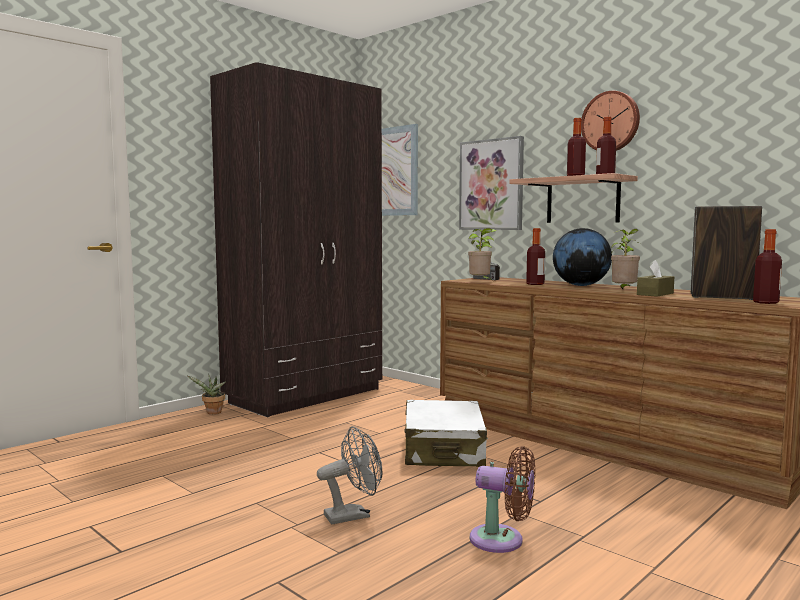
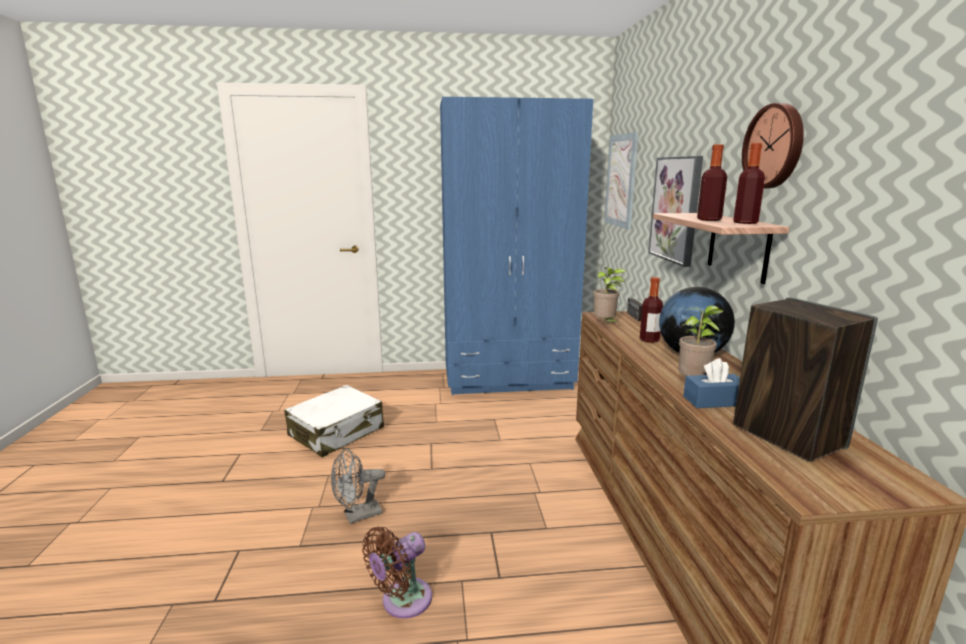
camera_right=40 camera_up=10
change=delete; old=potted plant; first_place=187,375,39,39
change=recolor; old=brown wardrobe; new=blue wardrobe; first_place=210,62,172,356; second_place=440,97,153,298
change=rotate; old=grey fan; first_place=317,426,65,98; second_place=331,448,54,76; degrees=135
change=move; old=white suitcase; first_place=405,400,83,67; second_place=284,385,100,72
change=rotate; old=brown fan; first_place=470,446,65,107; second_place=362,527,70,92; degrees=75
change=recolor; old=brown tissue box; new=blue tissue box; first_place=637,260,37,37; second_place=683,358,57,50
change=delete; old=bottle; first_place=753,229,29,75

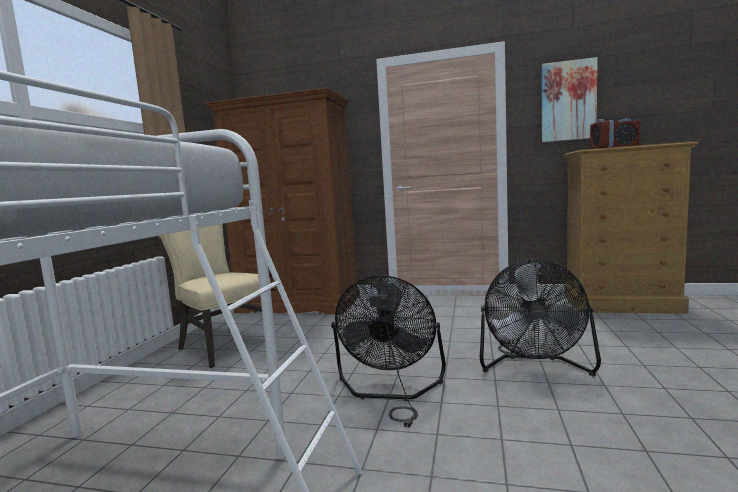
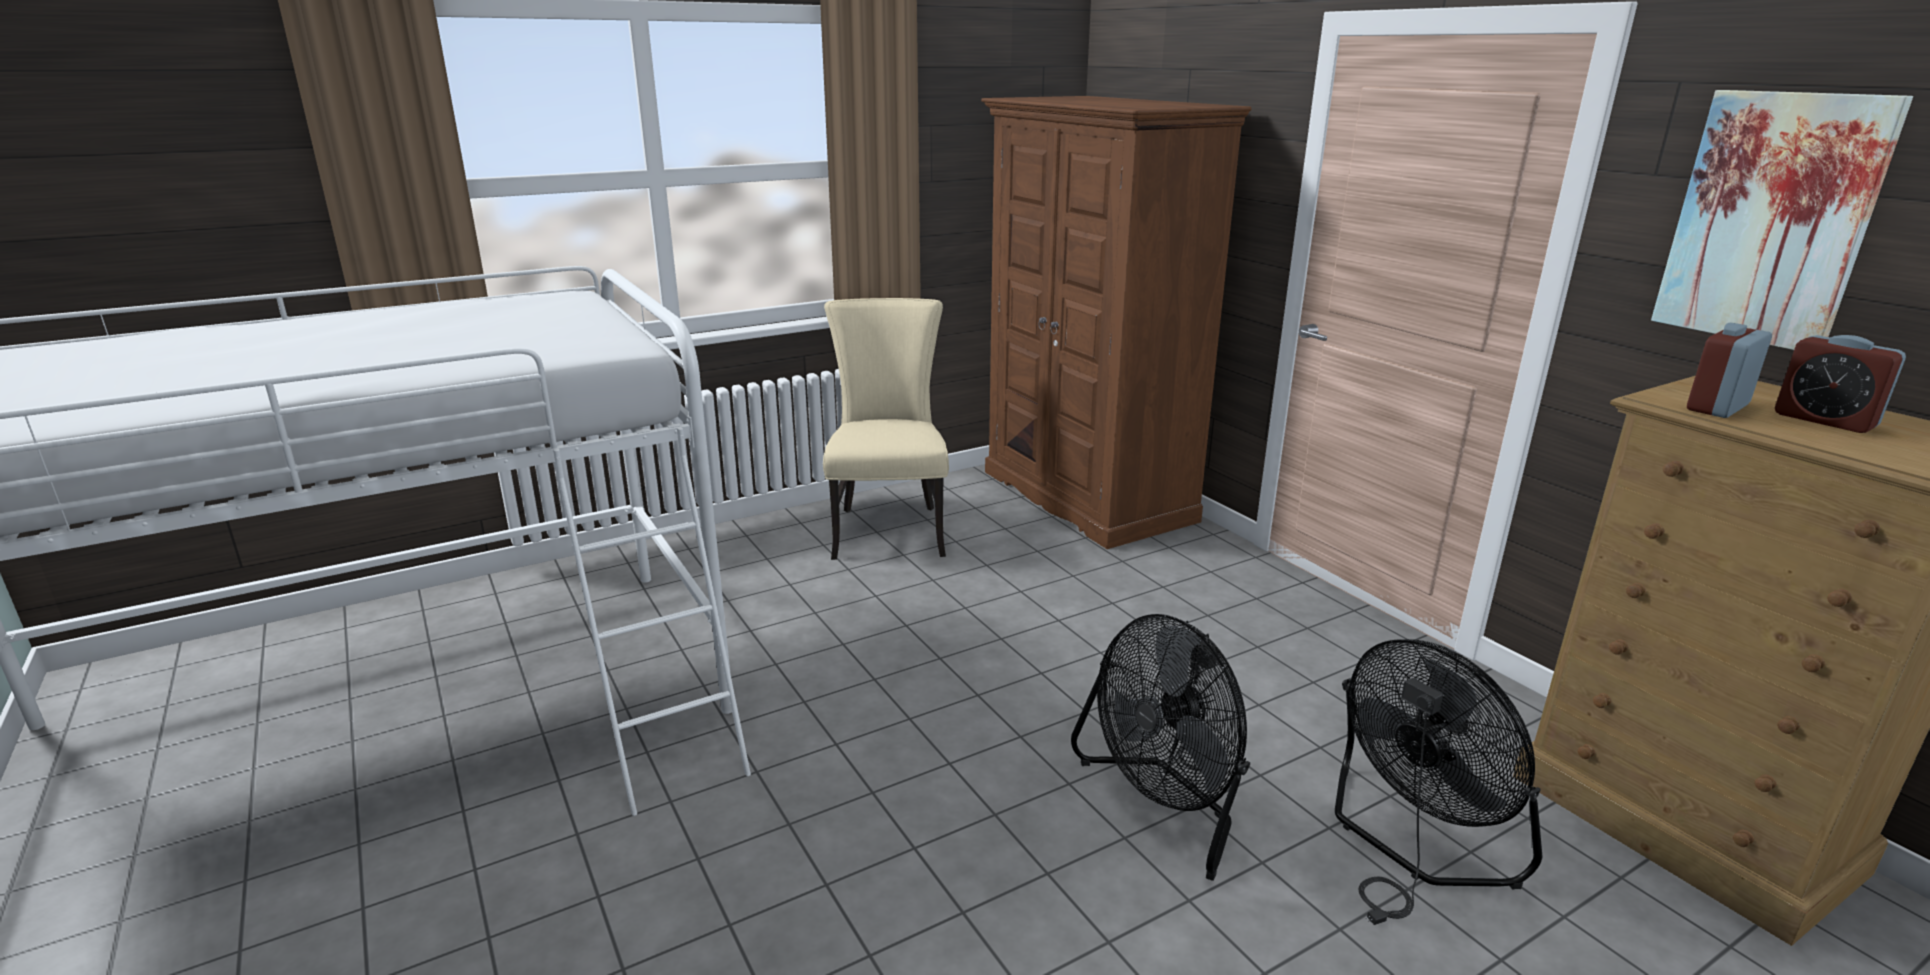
camera_right=45 camera_up=15
change=move; old=black fan; first_place=331,275,115,153; second_place=1335,639,207,286

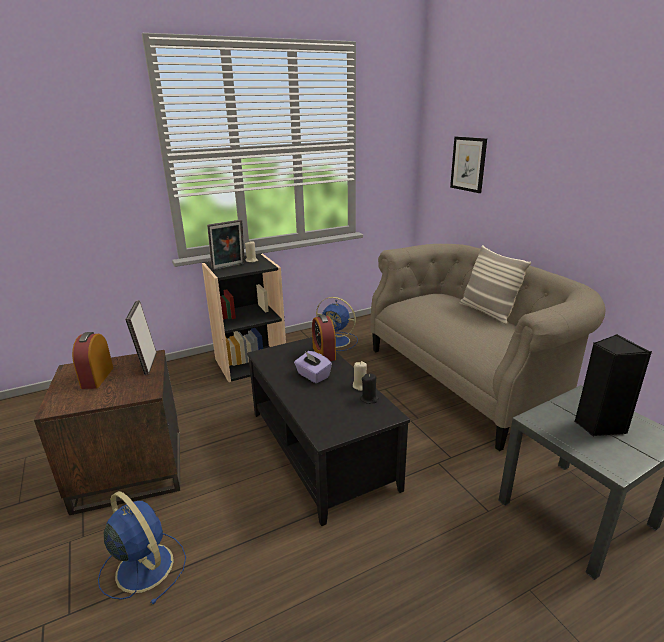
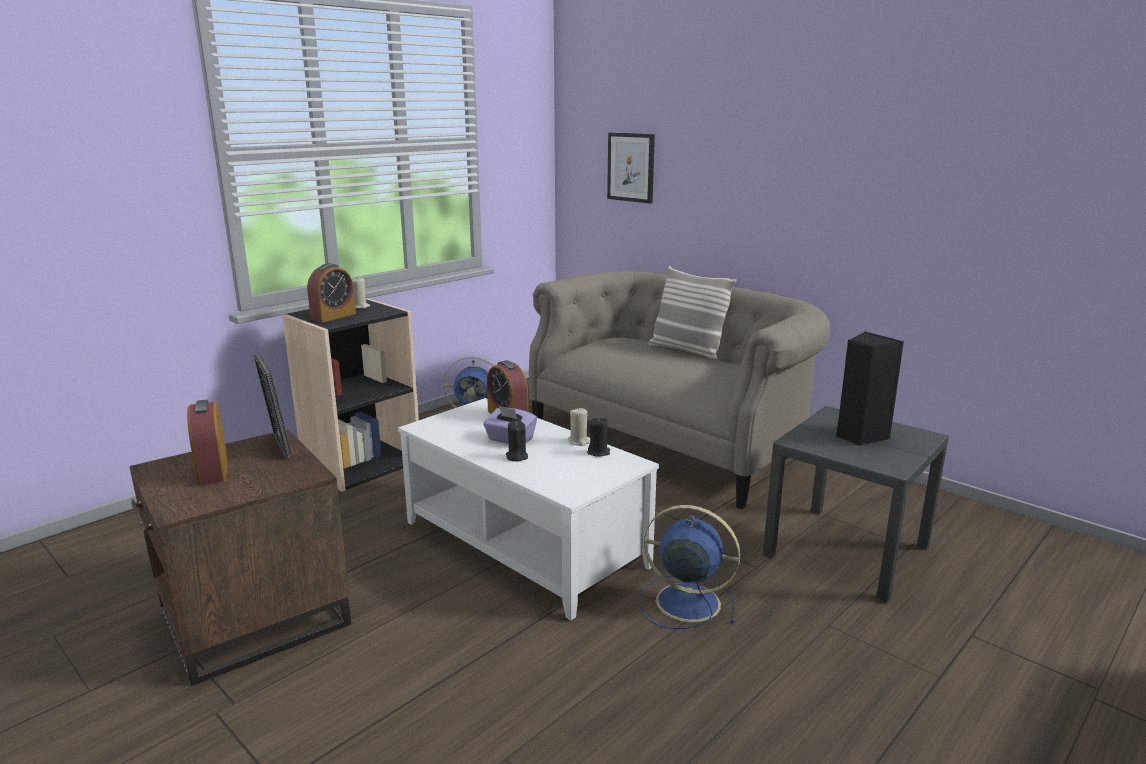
camera_right=-20 camera_up=-5
change=move; old=blue fan; first_place=98,491,88,114; second_place=639,505,102,124
change=replace; old=picture frame; new=alarm clock; first_place=207,220,38,51; second_place=307,263,49,60
change=recolor; old=black coffee table; new=white coffee table; first_place=247,337,163,189; second_place=398,398,261,222
change=insert; new=black candle; second_place=506,421,22,40

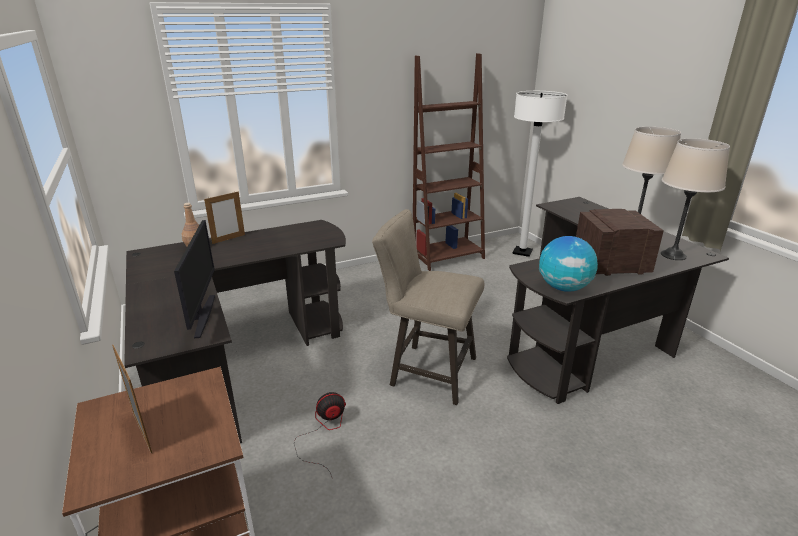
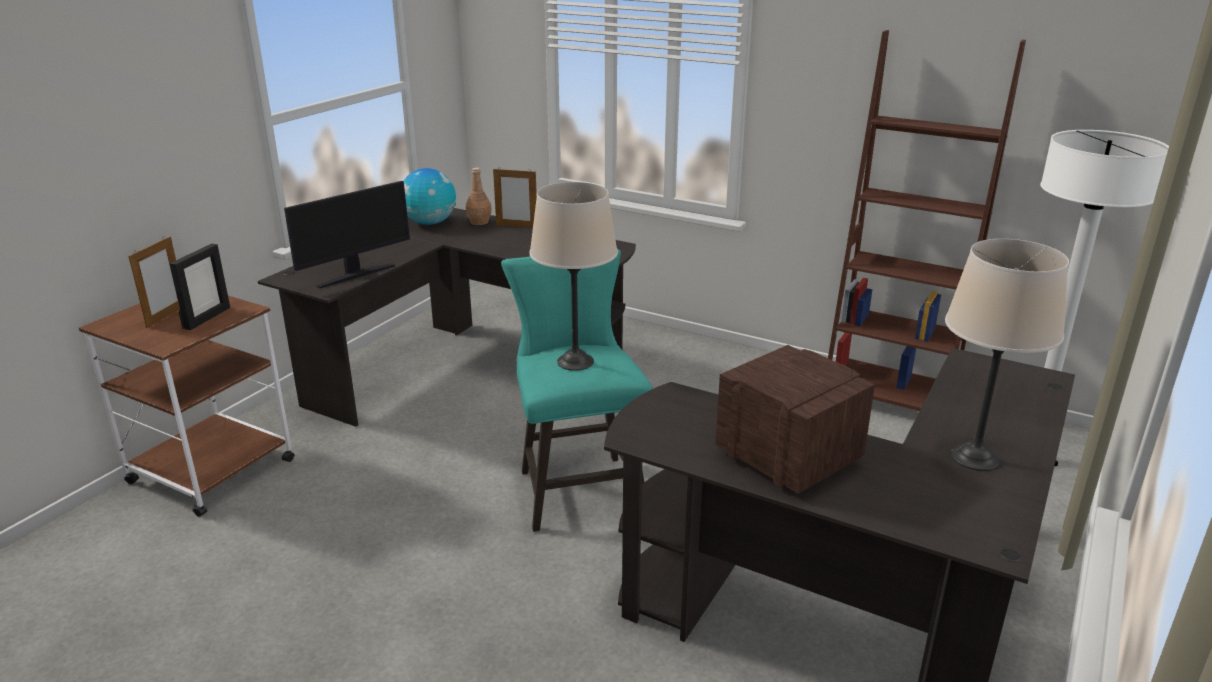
camera_right=55 camera_up=0
change=delete; old=fan; first_place=294,392,52,85
change=recolor; old=beige stool; new=turquoise stool; first_place=372,209,112,196; second_place=501,249,152,283
change=move; old=globe; first_place=539,236,59,56; second_place=404,168,52,57
change=move; old=beige table lamp; first_place=661,139,69,121; second_place=529,182,89,189
change=insert; new=picture frame; second_place=170,244,60,86

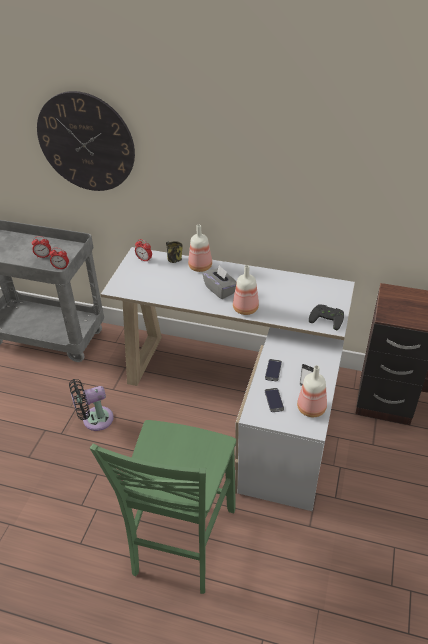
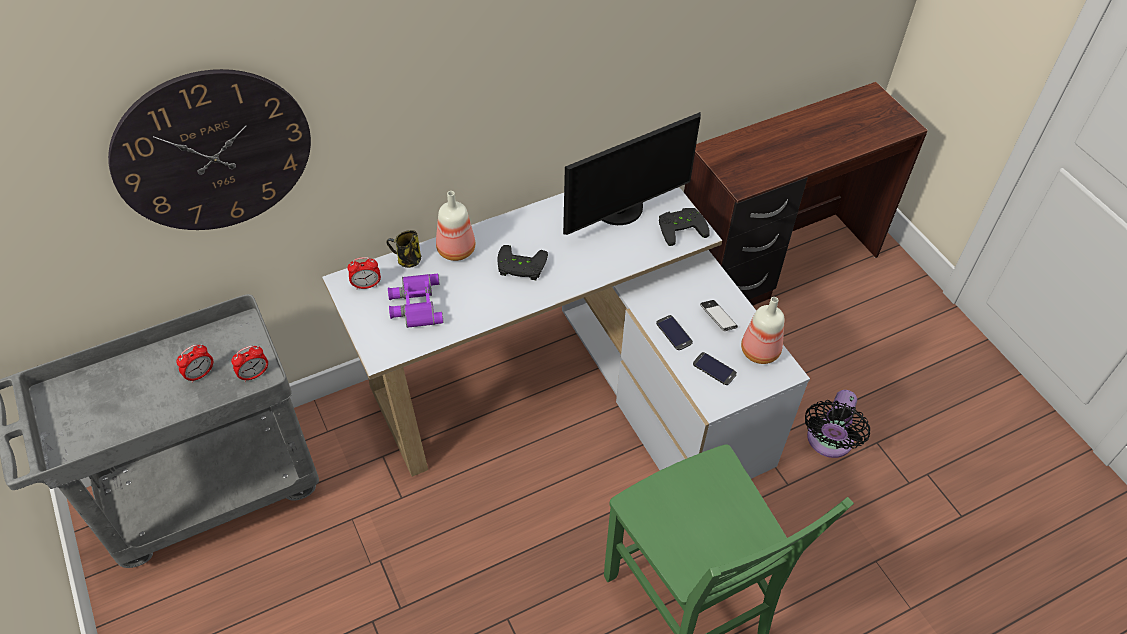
camera_right=-45 camera_up=10
change=move; old=black fan; first_place=69,379,45,52; second_place=805,390,65,68
change=replace; old=grey tissue box; new=black game controller; first_place=202,265,35,34; second_place=497,245,51,35
change=delete; old=bottle; first_place=233,265,26,50
change=insert; new=purple binoculars; second_place=388,274,56,54
change=insert; new=monitor; second_place=563,112,138,123

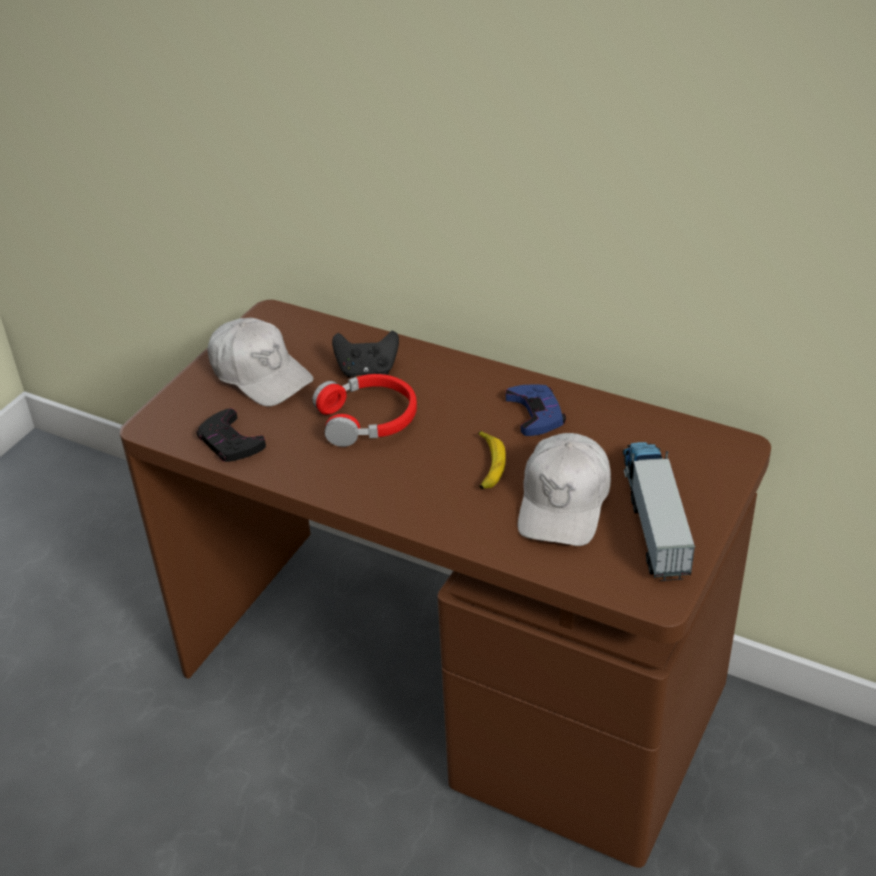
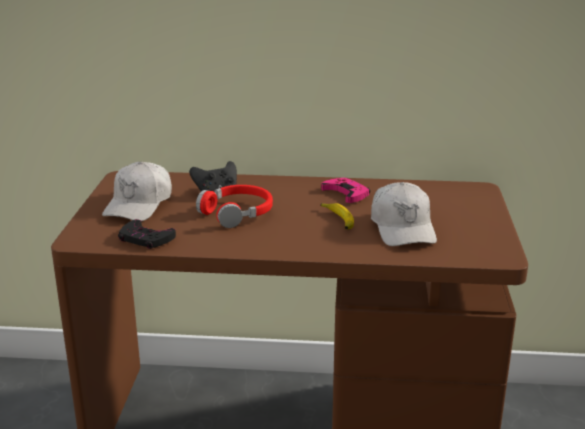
camera_right=-25 camera_up=-15
change=rotate; old=white cap; first_place=207,318,107,88; second_place=102,161,70,60; degrees=90
change=recolor; old=blue game controller; new=pink game controller; first_place=506,384,60,52; second_place=321,178,49,25
change=delete; old=toy truck; first_place=623,442,72,139

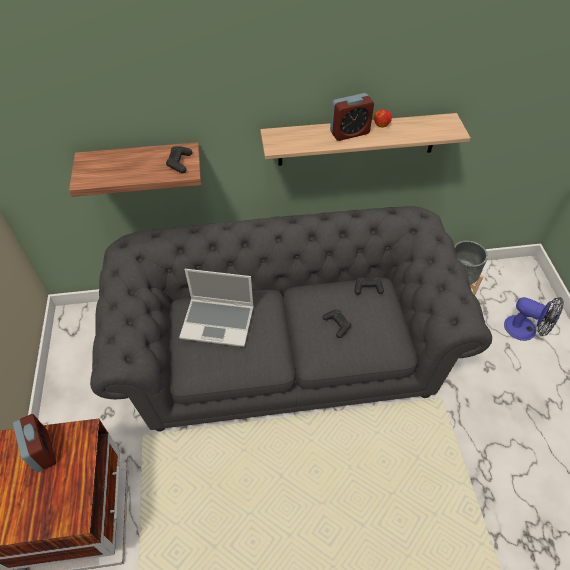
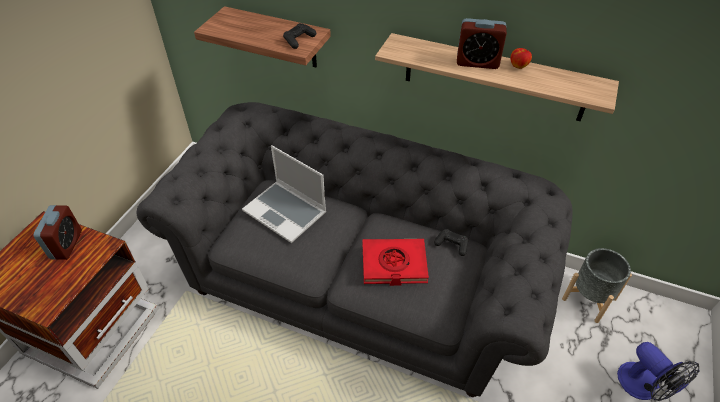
camera_right=30 camera_up=-5
change=replace; old=black game controller; new=red book; first_place=323,309,28,29; second_place=362,239,67,47

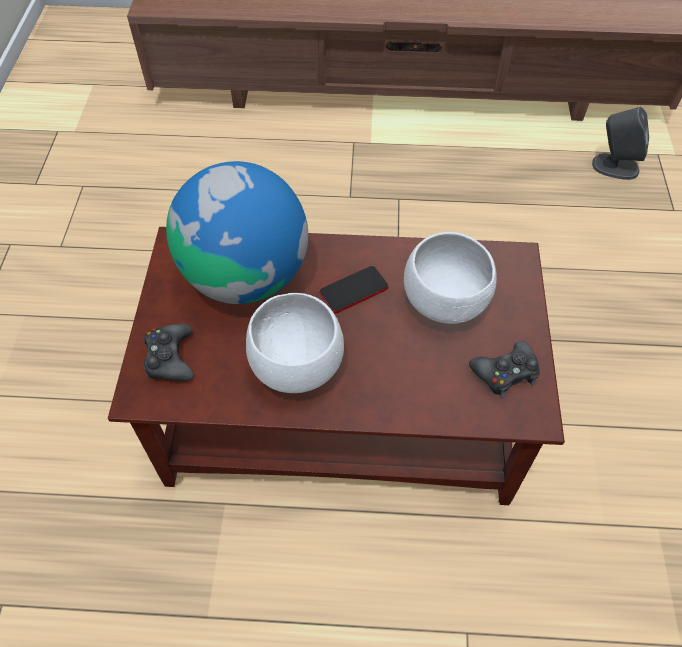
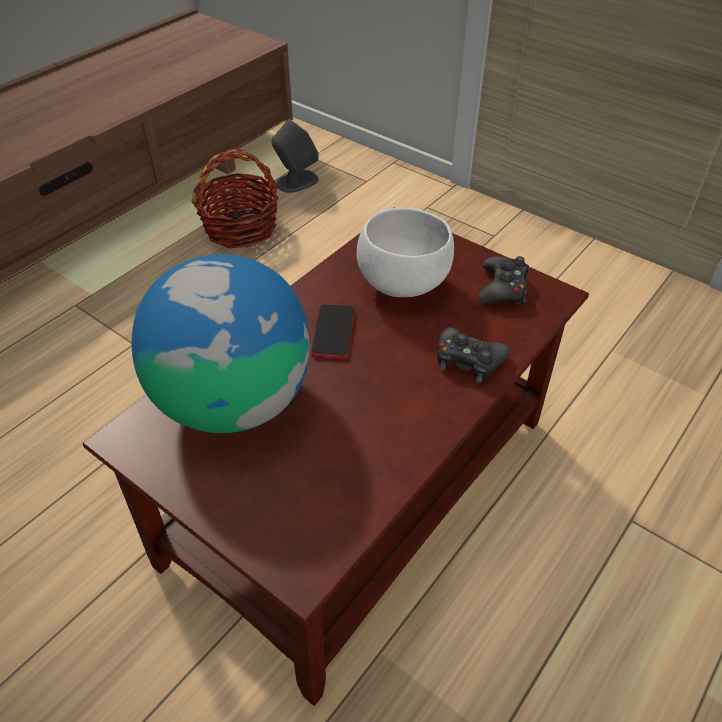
camera_right=-55 camera_up=-10
change=move; old=black game controller; first_place=144,324,50,57; second_place=437,327,73,56
change=delete; old=white bowl; first_place=246,293,98,100
change=insert; new=basket; second_place=192,149,86,99

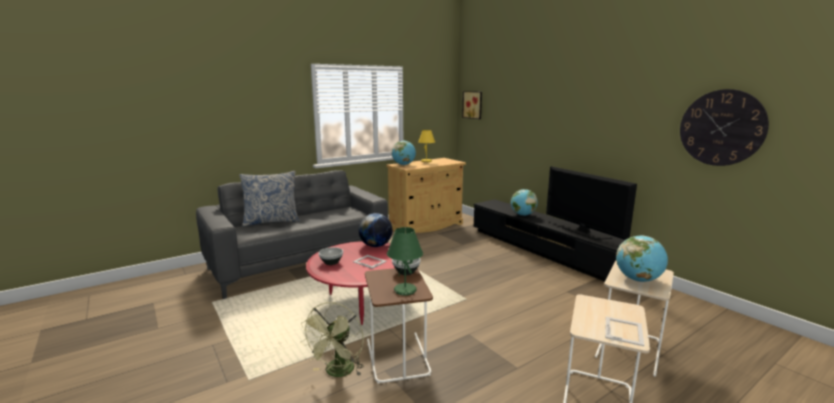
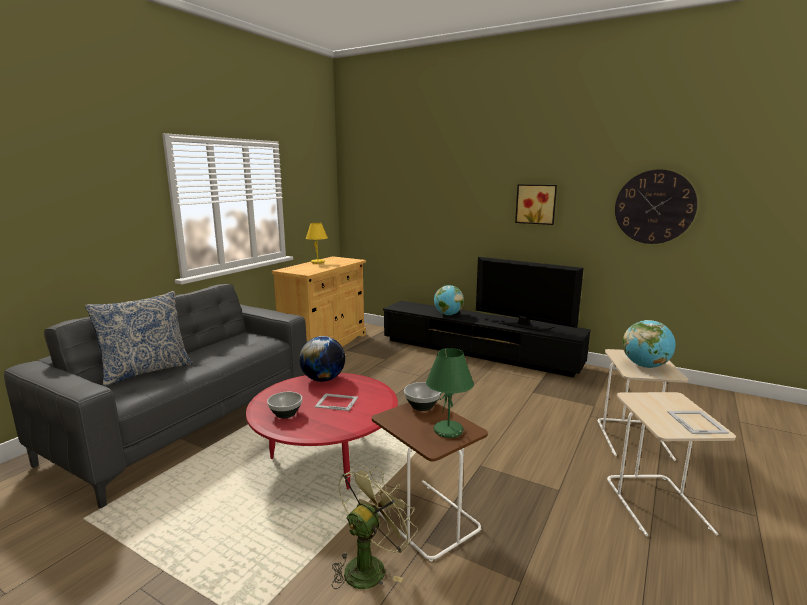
camera_right=-25 camera_up=0
change=rotate; old=green fan; first_place=300,302,64,75; second_place=332,464,86,125; degrees=-135
change=delete; old=globe; first_place=392,141,24,24
change=move; old=picture; first_place=462,91,20,28; second_place=515,184,42,41

